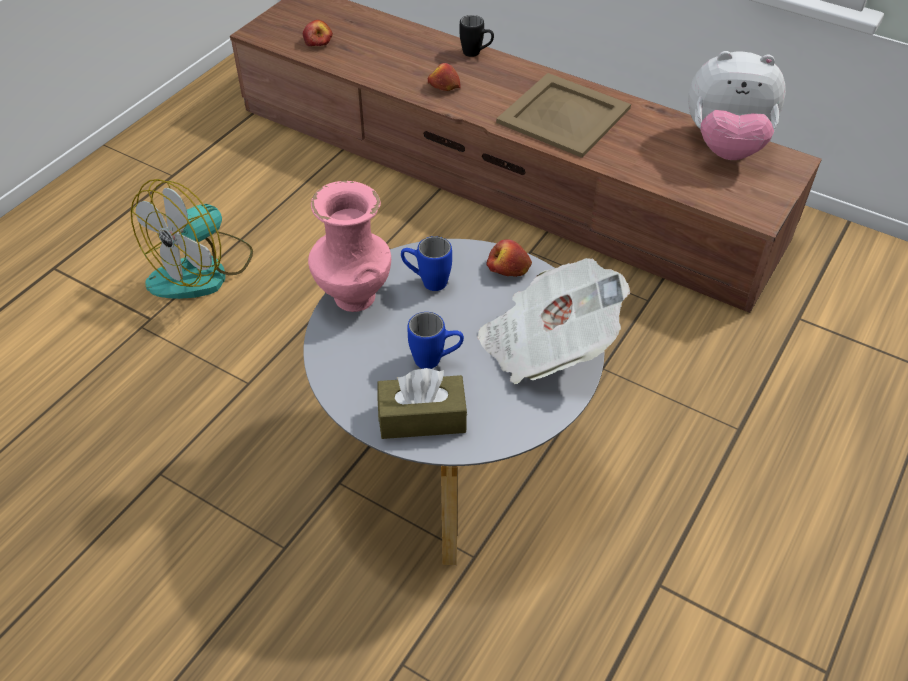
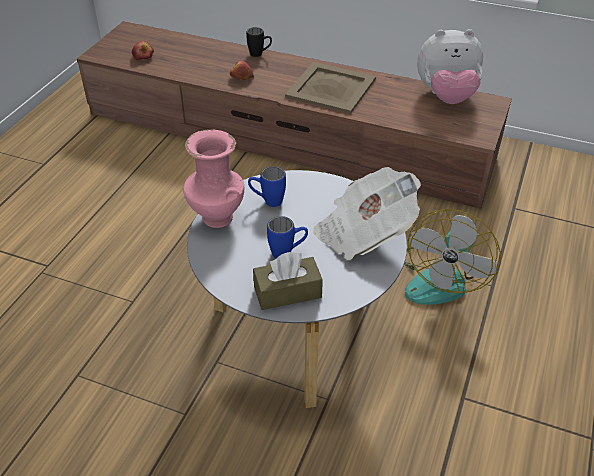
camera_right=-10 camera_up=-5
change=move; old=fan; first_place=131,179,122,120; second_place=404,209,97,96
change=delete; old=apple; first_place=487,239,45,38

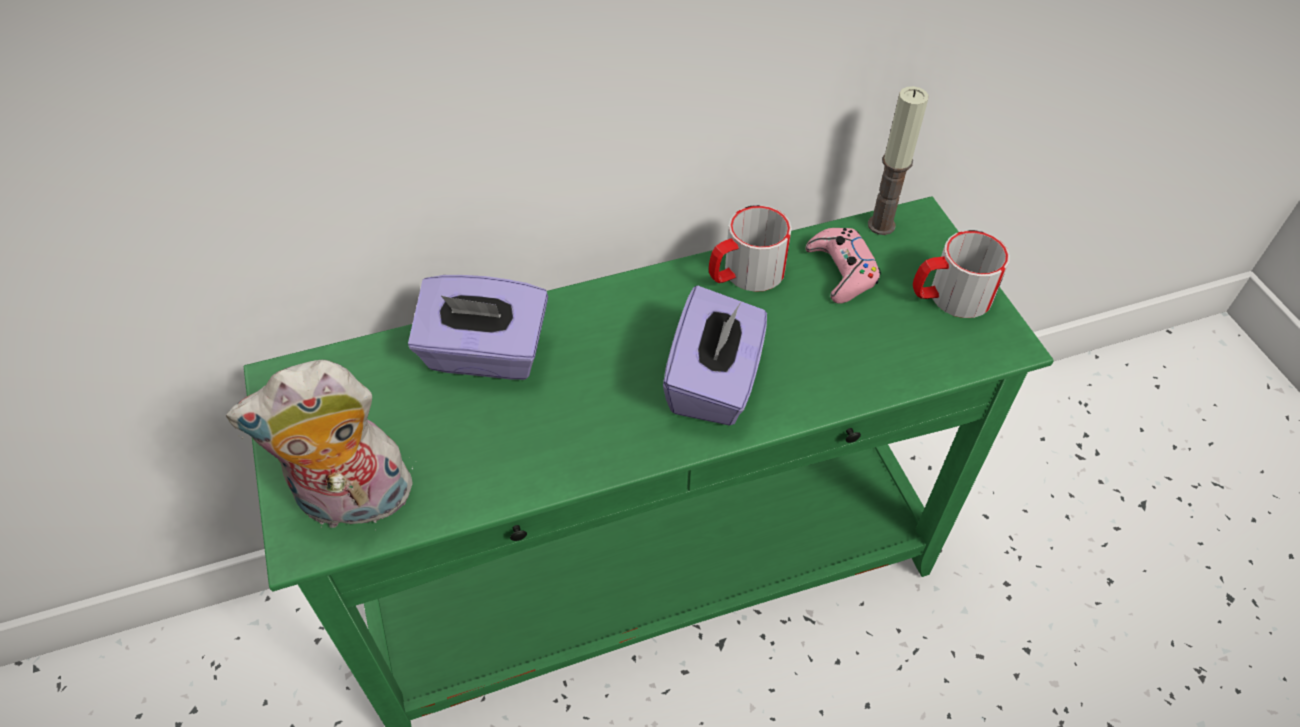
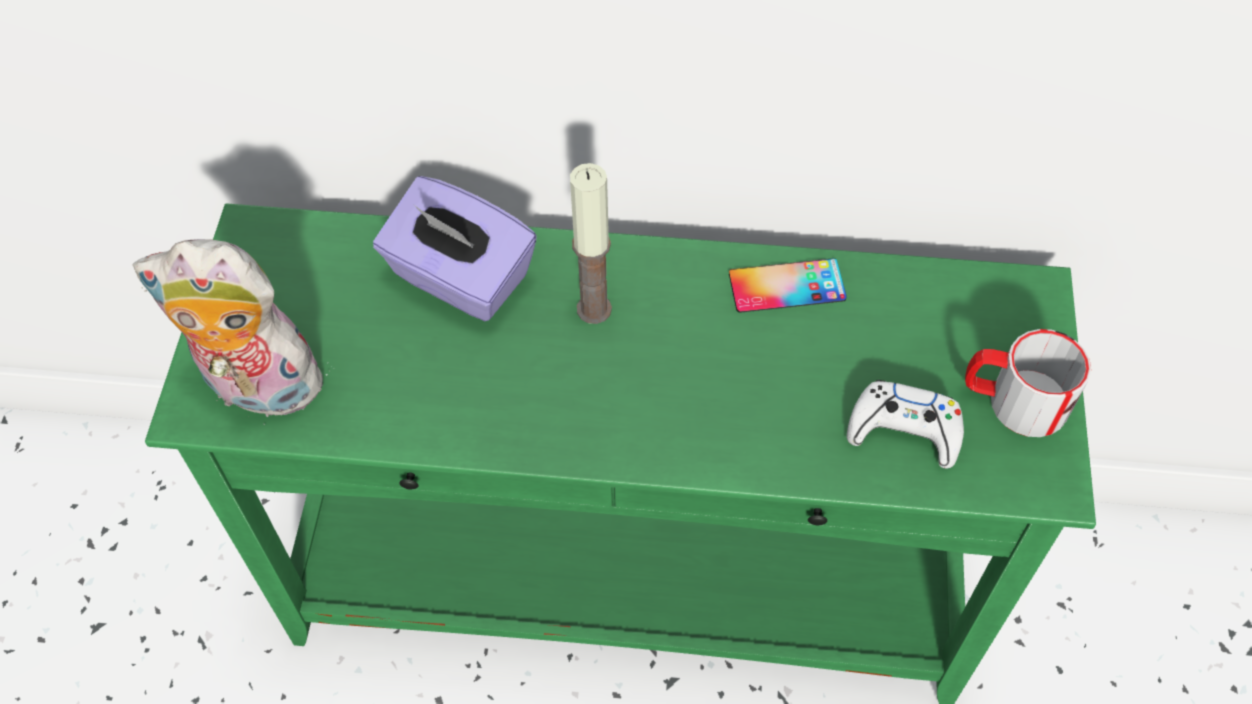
camera_right=25 camera_up=5
change=delete; old=purple tissue box; first_place=663,286,104,140
change=replace; old=mug; new=phone; first_place=709,205,83,87; second_place=729,258,118,55
change=delete; old=pink game controller; first_place=806,228,75,76
change=move; old=candle; first_place=868,86,61,149; second_place=570,163,42,161
change=insert; new=white game controller; second_place=847,380,117,89

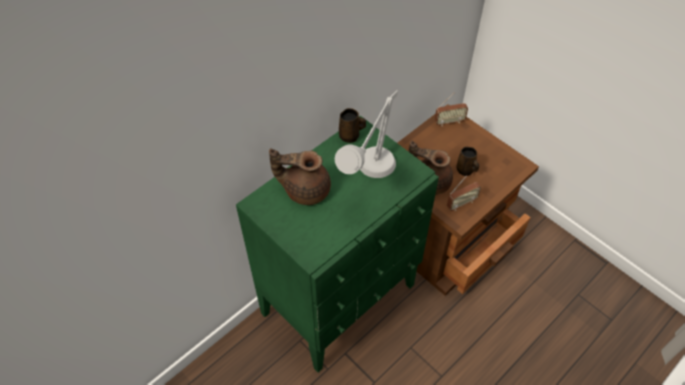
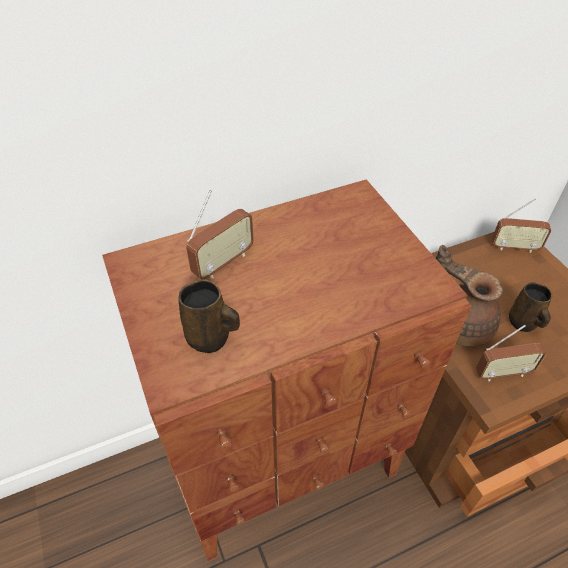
camera_right=20 camera_up=-5
change=recolor; old=green dresser; new=brown dresser; first_place=236,116,203,256; second_place=102,179,369,382
change=replace; old=brown teapot; new=radio; first_place=269,149,62,56; second_place=186,190,68,90
change=delete; old=grey table lamp; first_place=335,90,63,88
change=move; old=brown mug; first_place=339,108,27,35; second_place=178,279,62,74

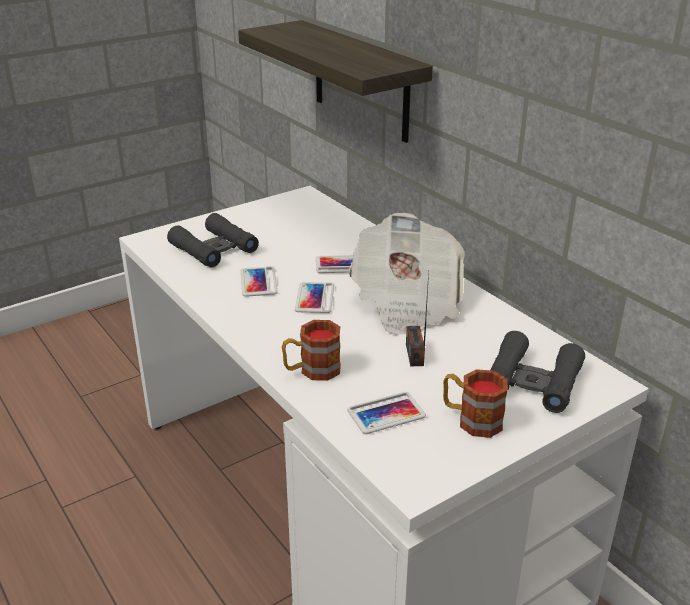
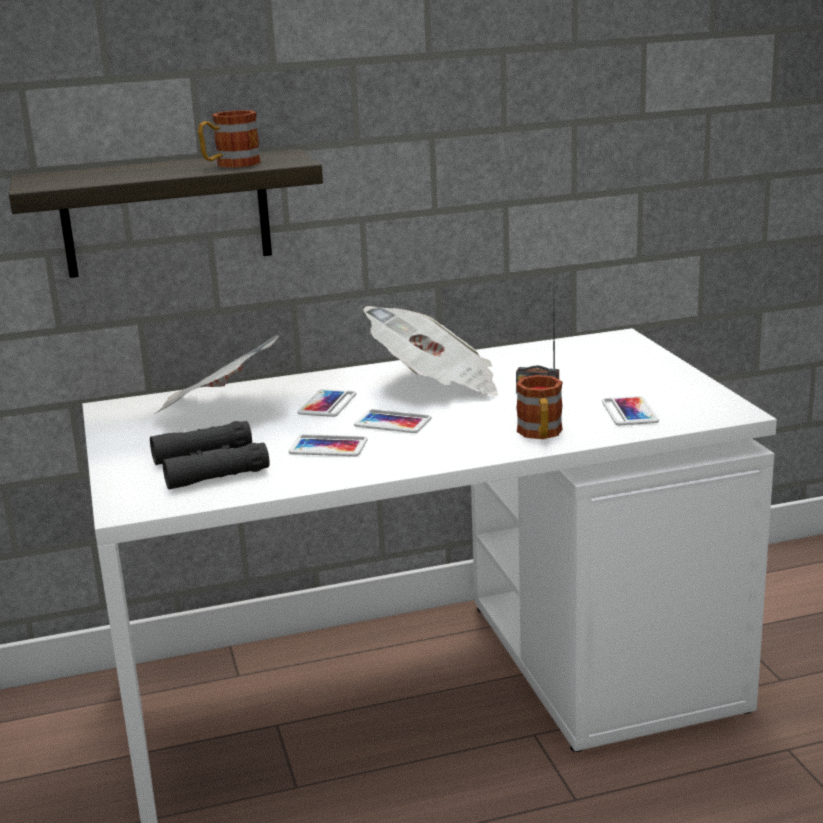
camera_right=-70 camera_up=-10
change=move; old=mug; first_place=443,369,65,69; second_place=198,110,63,58
change=delete; old=black binoculars; first_place=491,331,94,82
change=insert; new=newspaper; second_place=155,334,125,80

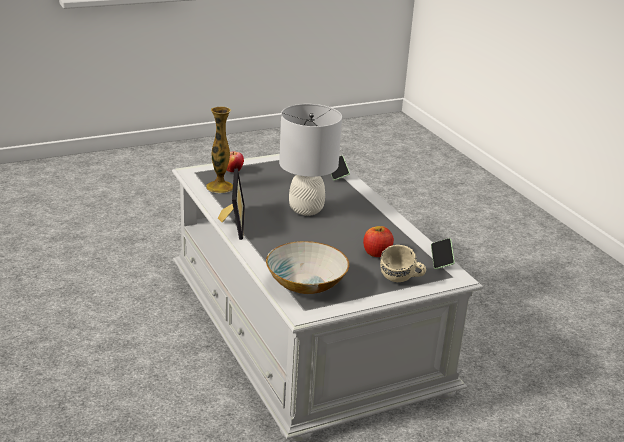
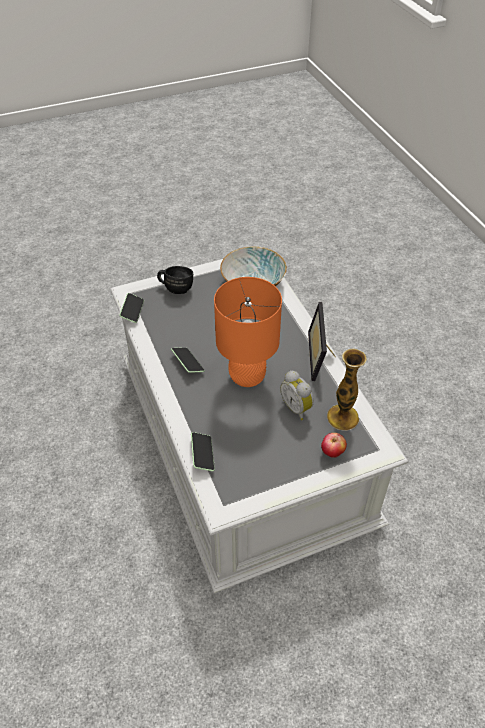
camera_right=-175 camera_up=20
change=recolor; old=grey table lamp; new=orange table lamp; first_place=279,104,63,112; second_place=214,277,68,110
change=delete; old=apple; first_place=363,226,31,31
change=recolor; old=beige mug; new=black mug; first_place=380,245,46,37; second_place=157,266,36,28
change=insert; new=phone; second_place=171,348,34,25
change=insert; new=alarm clock; second_place=280,371,34,49

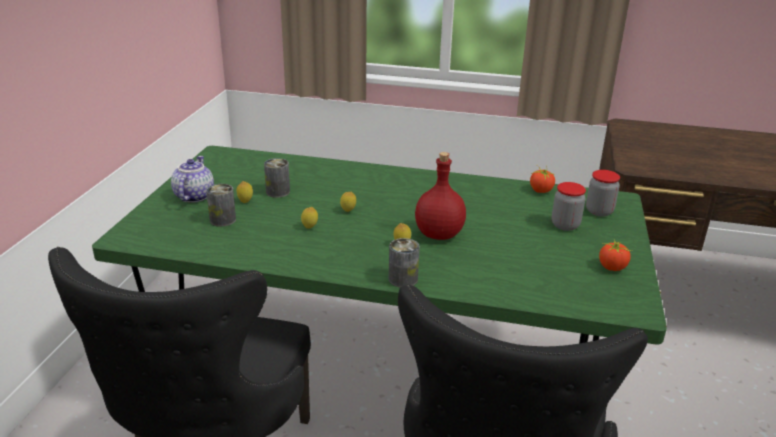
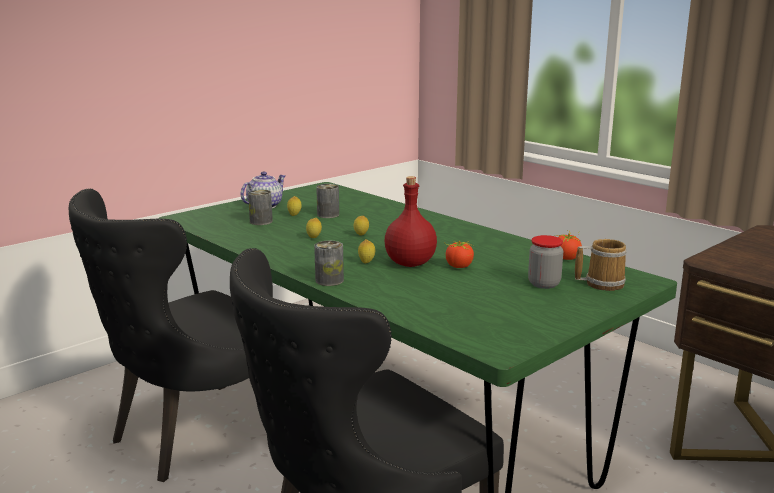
camera_right=35 camera_up=-10
change=replace; old=jar; new=mug; first_place=586,170,34,47; second_place=575,239,51,52
change=move; old=tomato; first_place=599,239,34,32; second_place=444,241,30,27

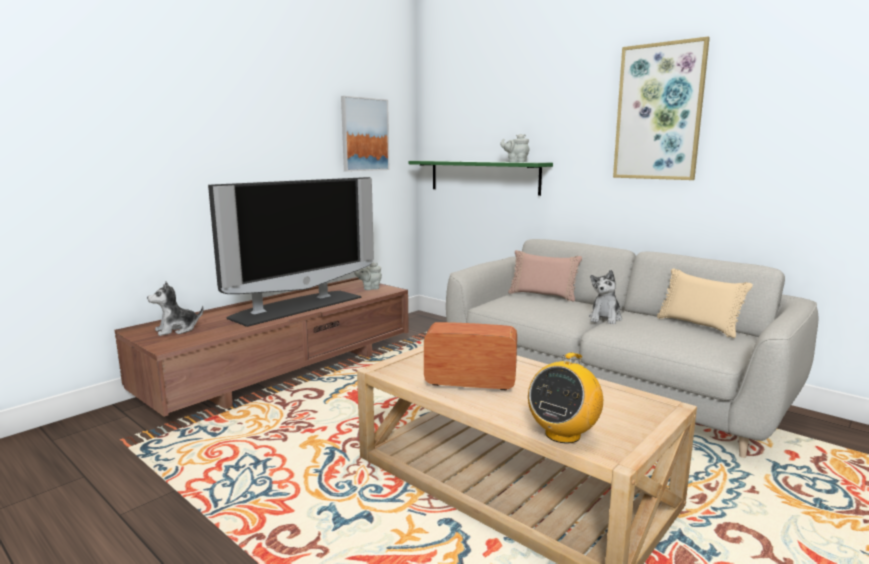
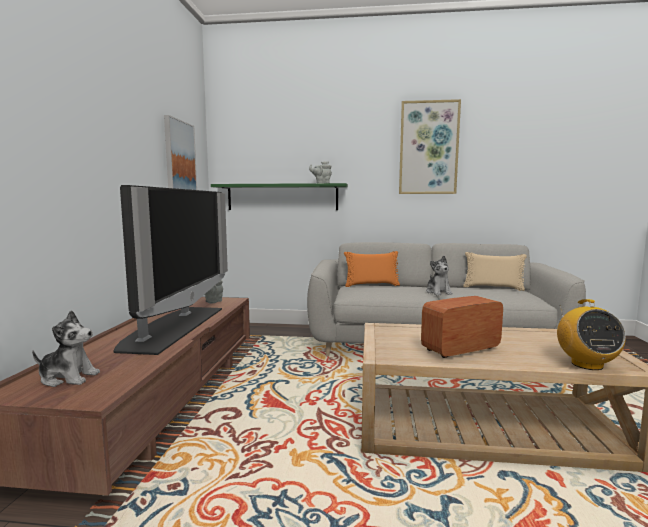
camera_right=-35 camera_up=-5
change=rotate; old=plush toy; first_place=147,281,57,55; second_place=32,310,68,77; degrees=-105
change=recolor; old=beige pillow; new=orange pillow; first_place=508,250,74,52; second_place=344,251,56,36

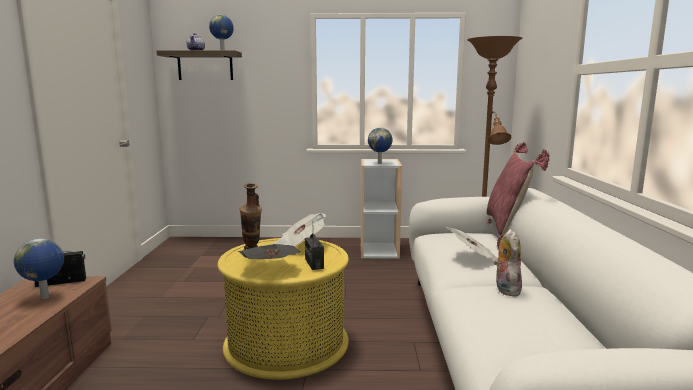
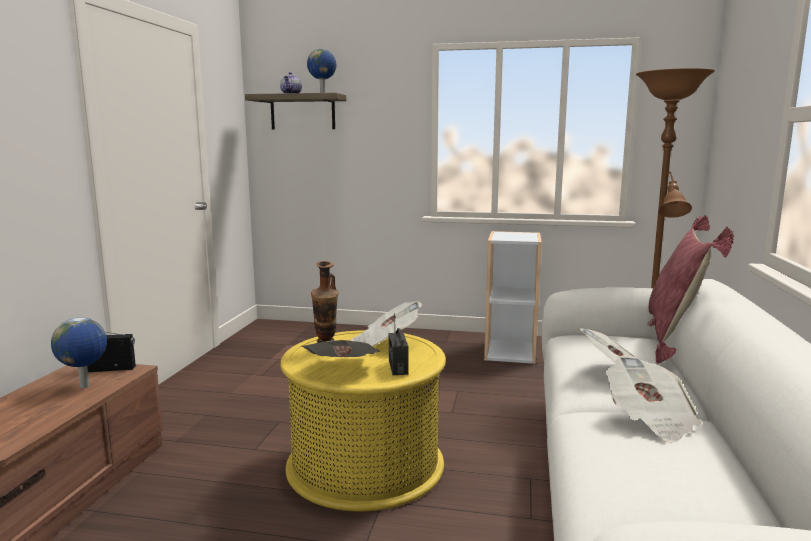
camera_right=10 camera_up=0
change=delete; old=globe; first_place=368,128,25,36
change=replace; old=plush toy; new=newspaper; first_place=494,229,28,68; second_place=606,355,96,88

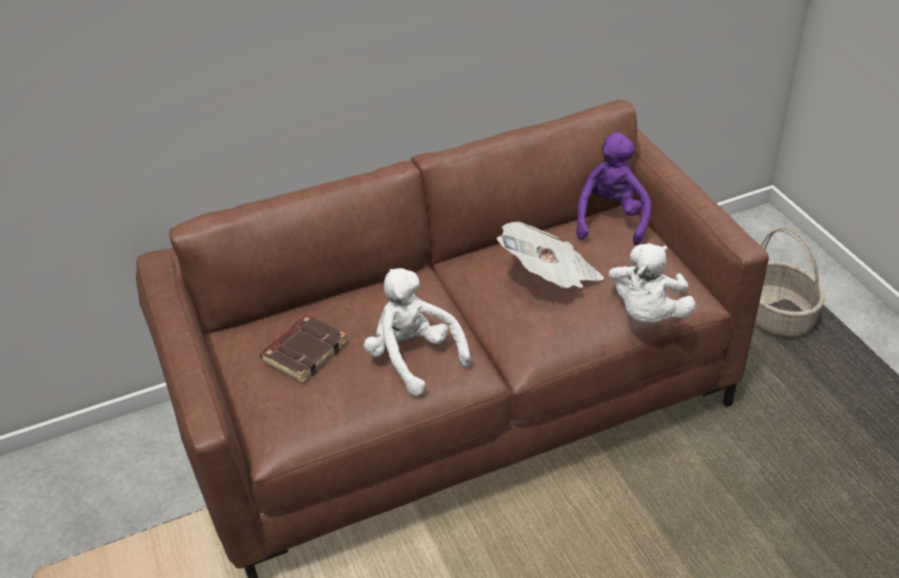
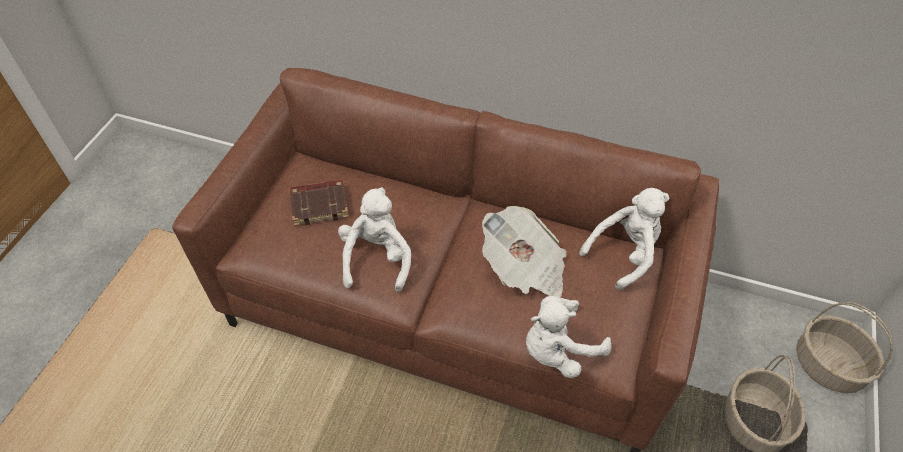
camera_right=40 camera_up=10
change=recolor; old=purple plush toy; new=white plush toy; first_place=576,133,75,112; second_place=579,188,90,102
change=insert; new=basket; second_place=796,302,97,91

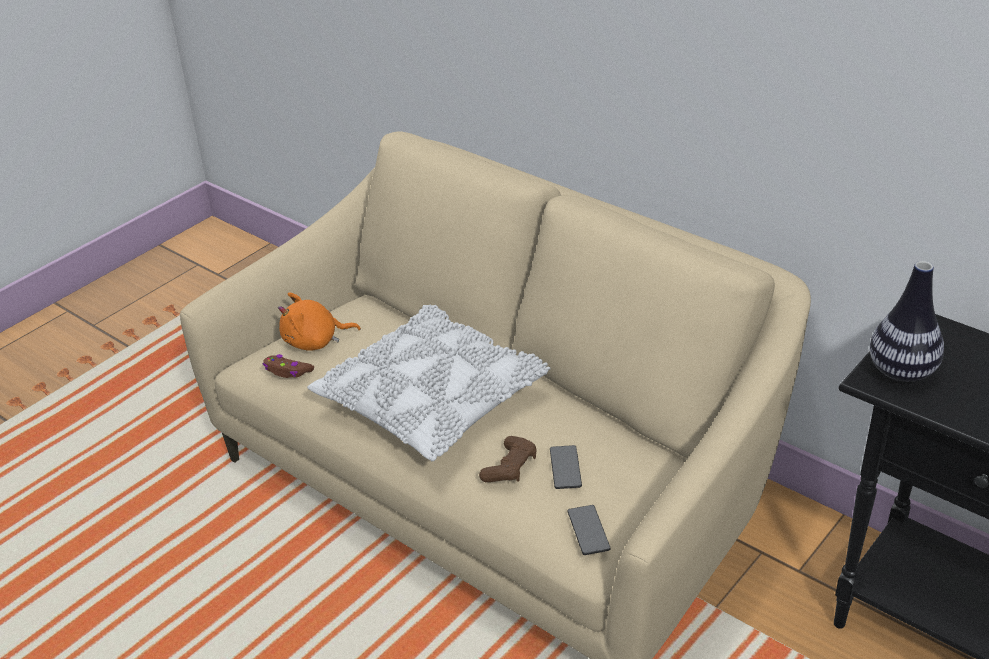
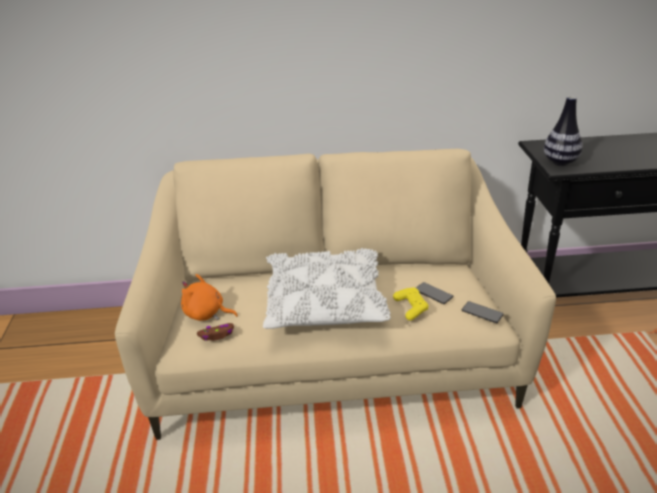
camera_right=-45 camera_up=-5
change=rotate; old=orange plush toy; first_place=278,292,83,59; second_place=181,274,57,47; degrees=75
change=recolor; old=brown game controller; new=yellow game controller; first_place=479,436,58,46; second_place=393,288,36,33

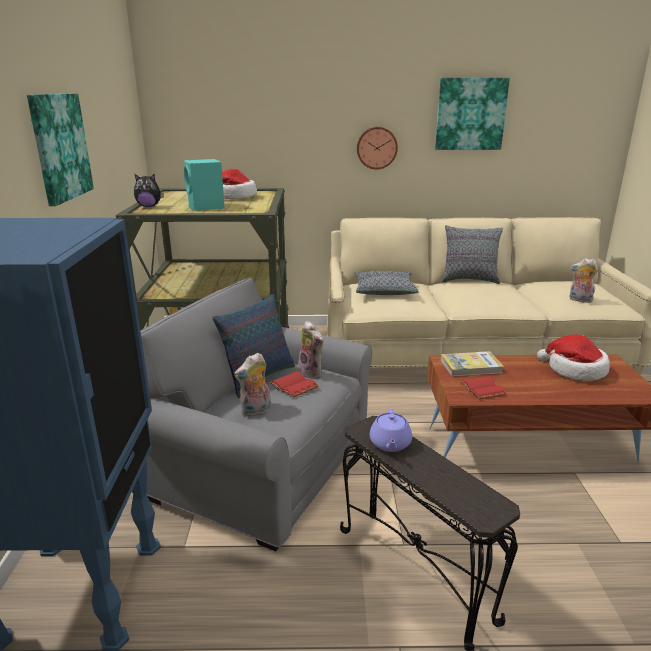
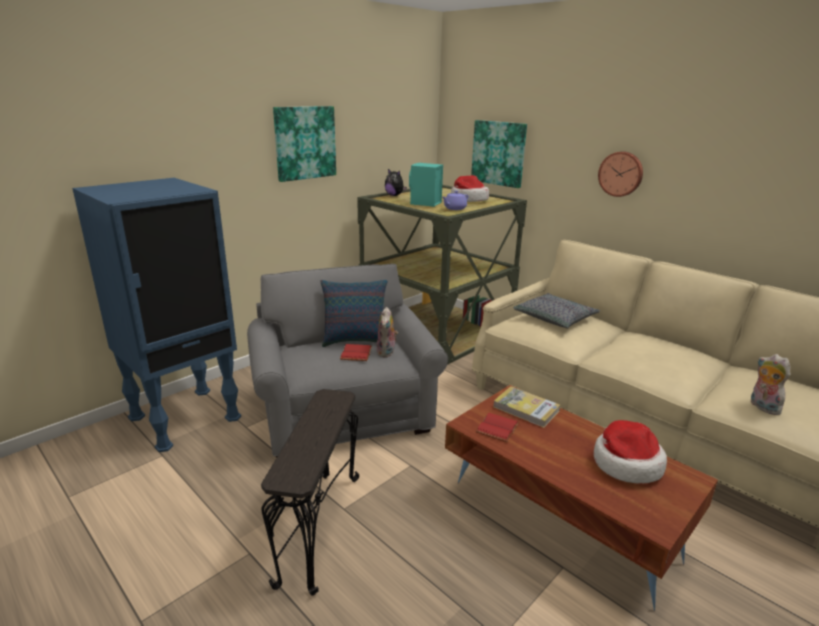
camera_right=45 camera_up=0
change=delete; old=plush toy; first_place=234,353,37,64
change=move; old=purple teapot; first_place=370,408,42,44; second_place=443,191,25,19
change=move; old=picture; first_place=435,78,75,72; second_place=471,120,56,68
change=delete; old=grey pillow; first_place=442,225,61,59

